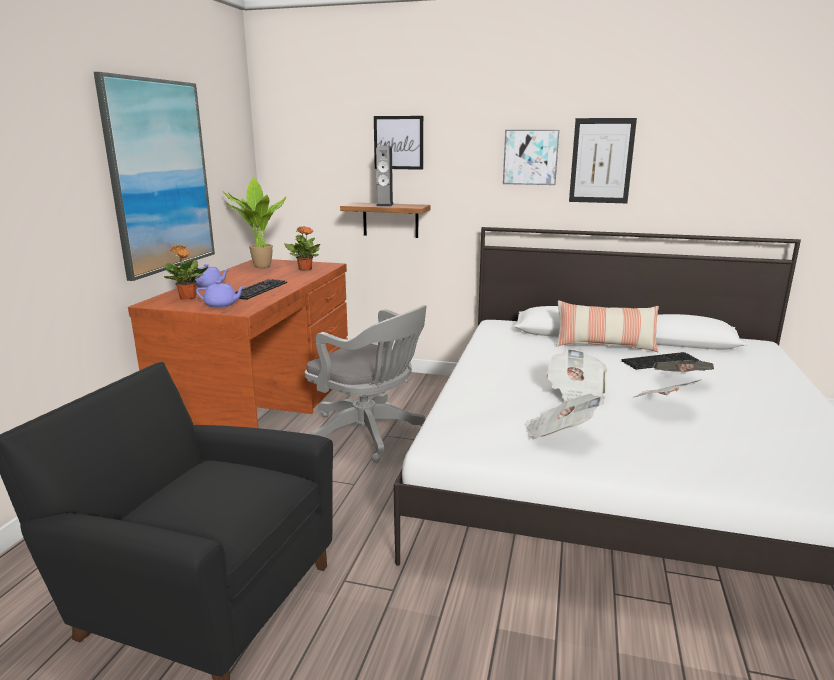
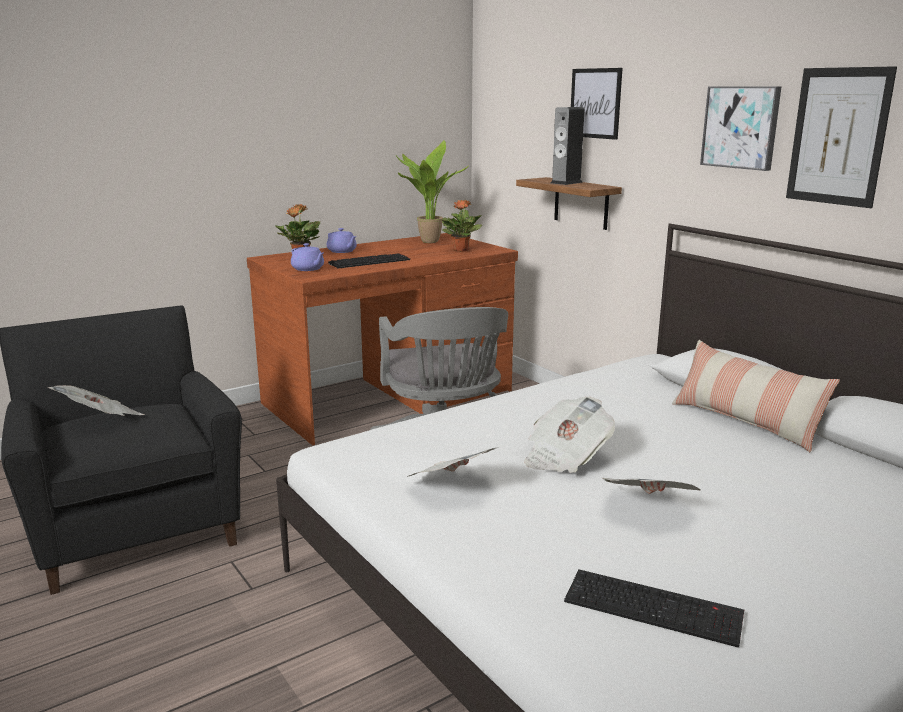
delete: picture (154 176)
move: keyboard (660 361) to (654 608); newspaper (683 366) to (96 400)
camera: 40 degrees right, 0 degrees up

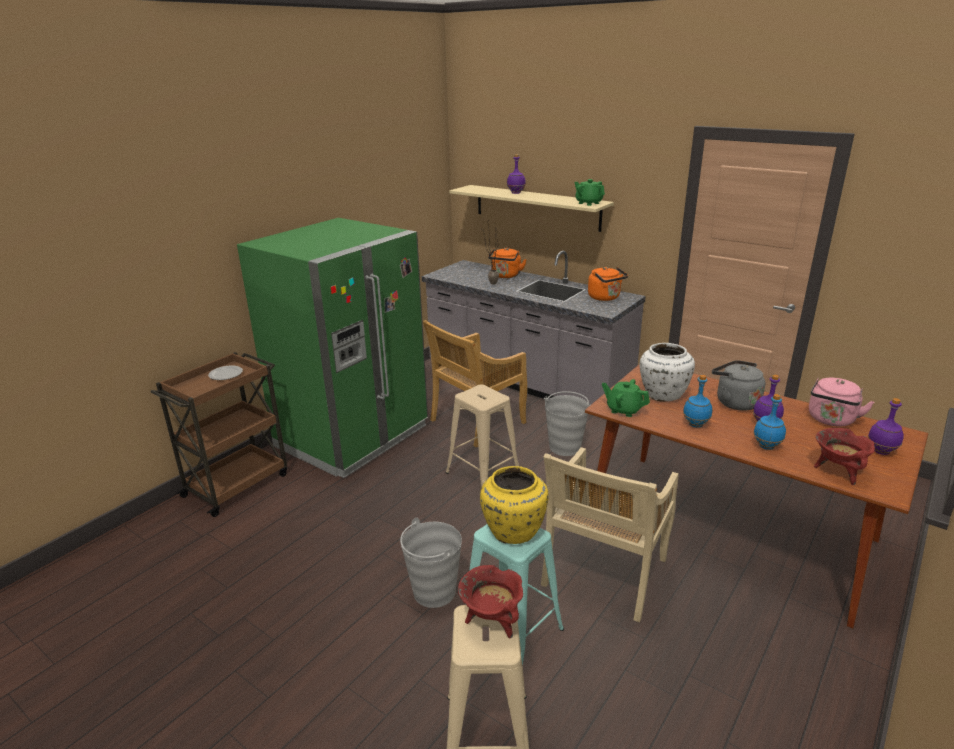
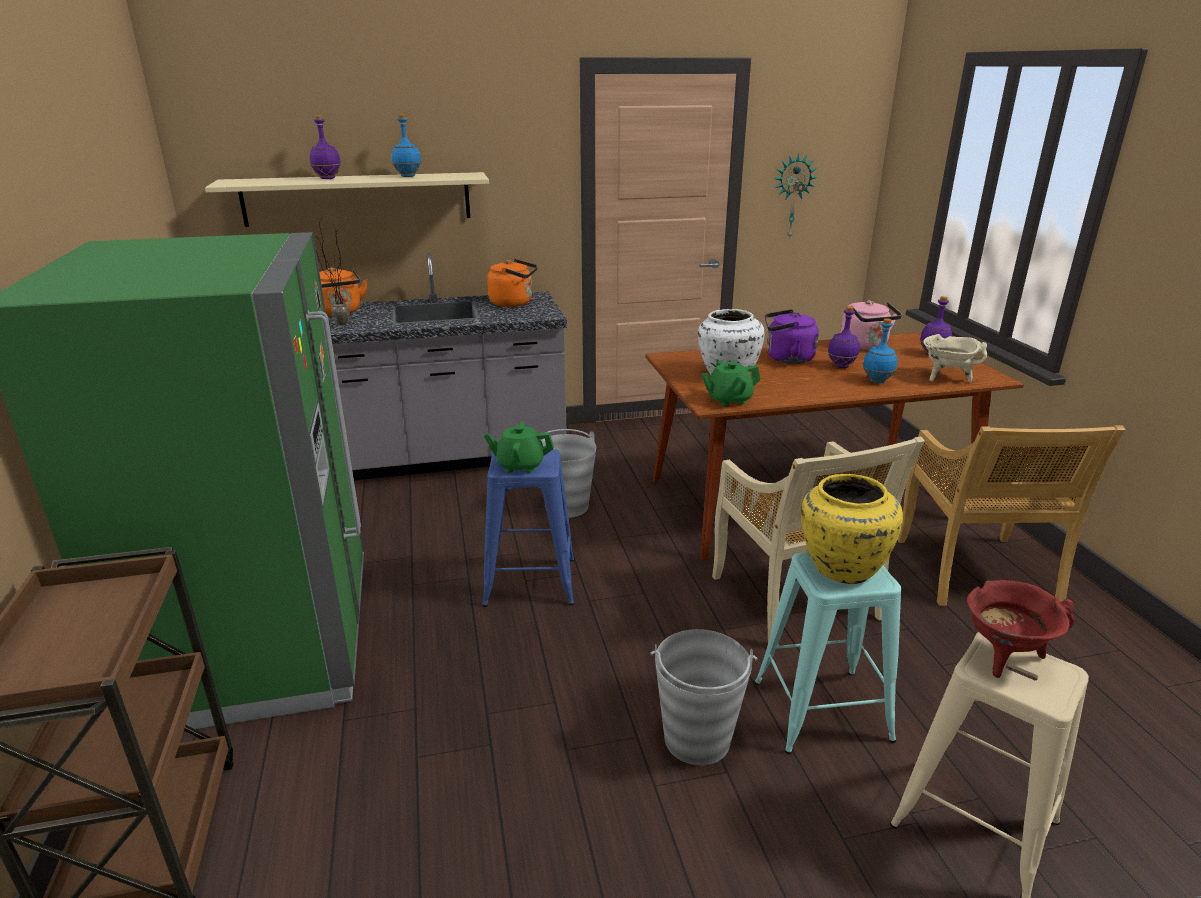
delete: plate (225 372)
insert: wall clock (796 196)
move: green teapot (590 192) to (519 447); beige chair (475 383) to (1011 515); blue bottle (697 401) to (406 145)
recolor: grey kettle (738 385) to purple kettle (792 336); beige stool (482 436) to blue stool (528 528); red cooking pot (844 456) to beige cooking pot (955 358)
camera: 50 degrees left, 0 degrees up

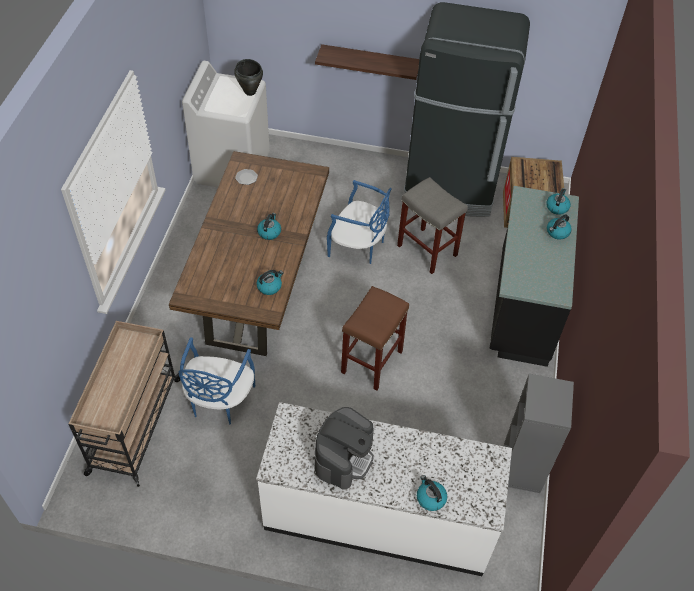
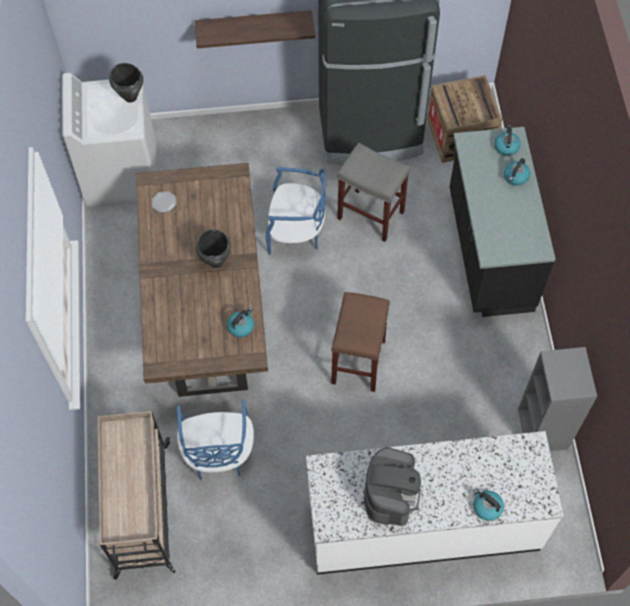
replace: kettle (269 226) to black cooking pot (213 248)
camera: 15 degrees left, 10 degrees up

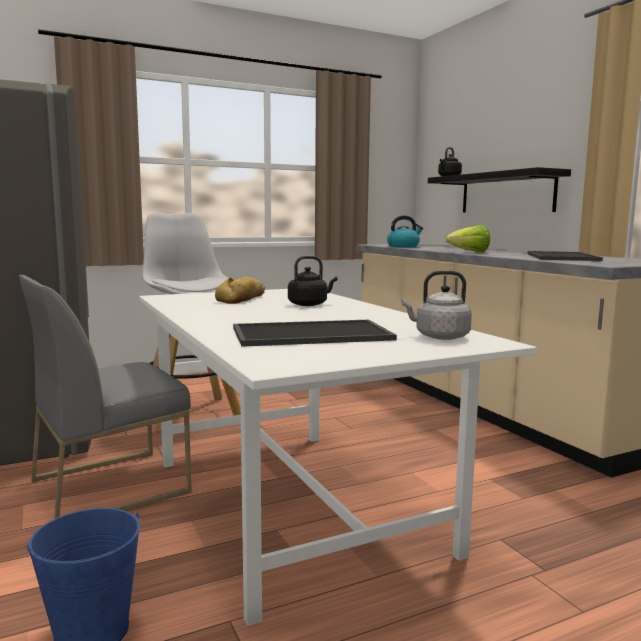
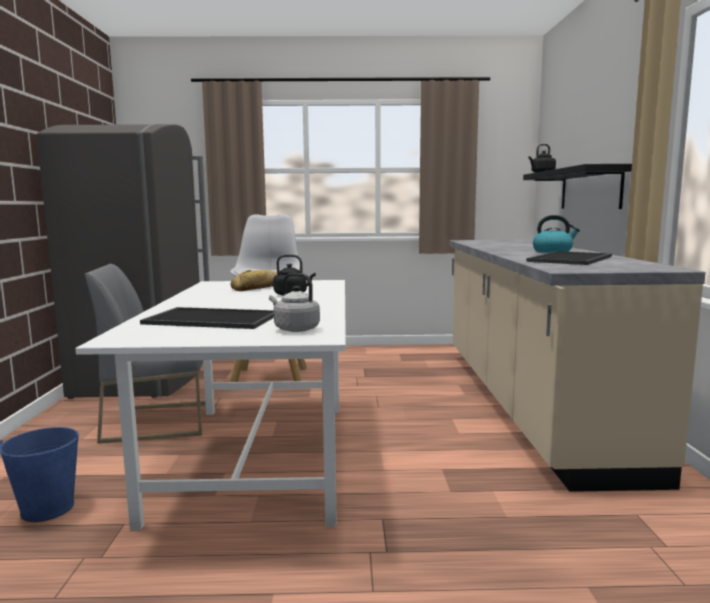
delete: lettuce (467 238)
move: kettle (405 231) to (556 234)
camera: 25 degrees right, 0 degrees up

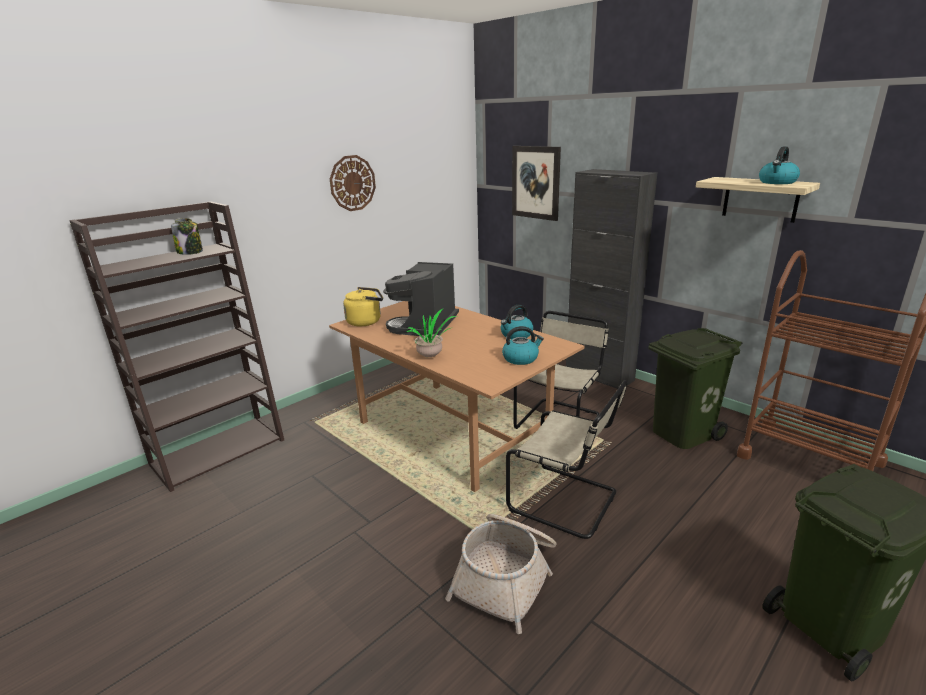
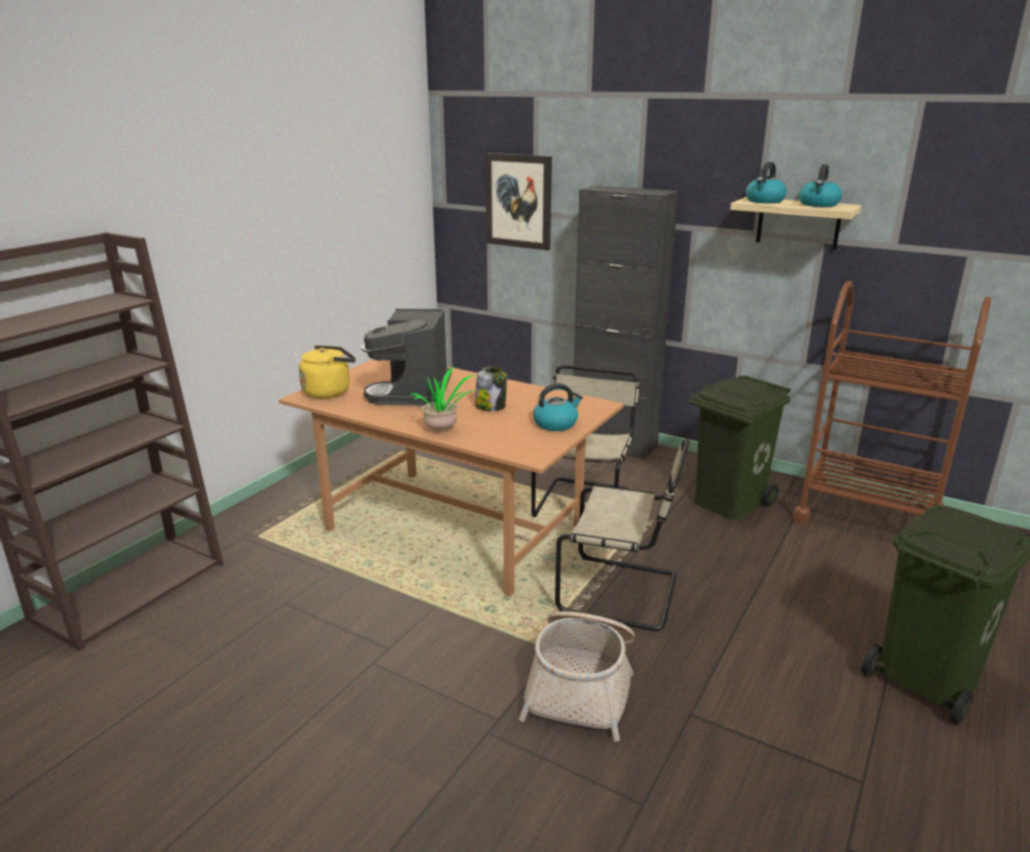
delete: wall clock (353 183)
move: jar (187 236) to (491 389); kettle (517 322) to (766 182)
camera: 15 degrees left, 0 degrees up

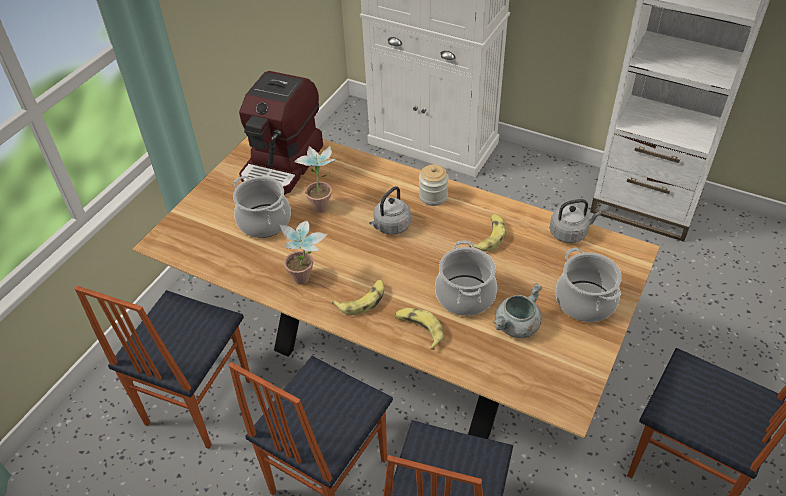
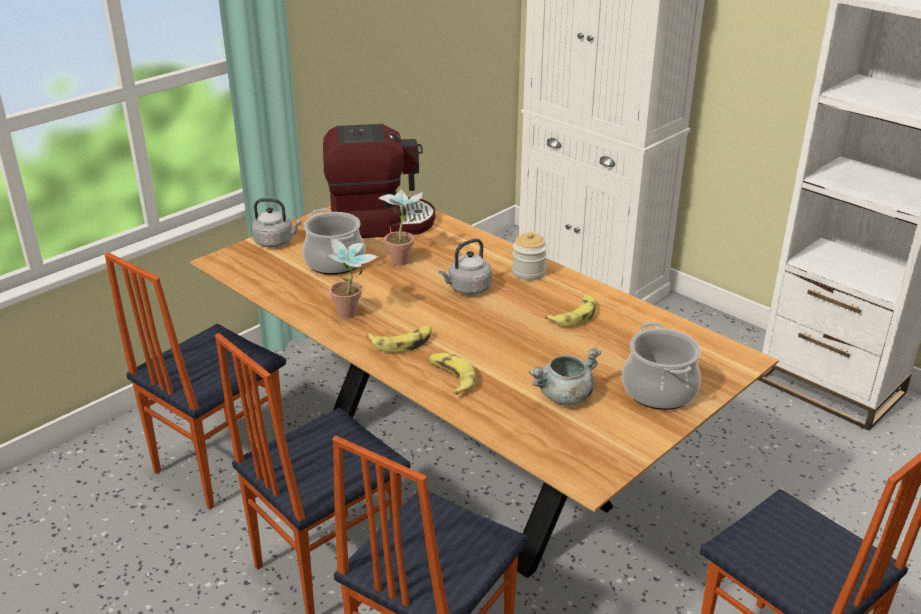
delete: cooking pot (466 278)
move: grey kettle (576 221) to (276 223)
rotate: coffee machine (281 133) = (379 181) 135 degrees counterclockwise
camera: 15 degrees right, 15 degrees down

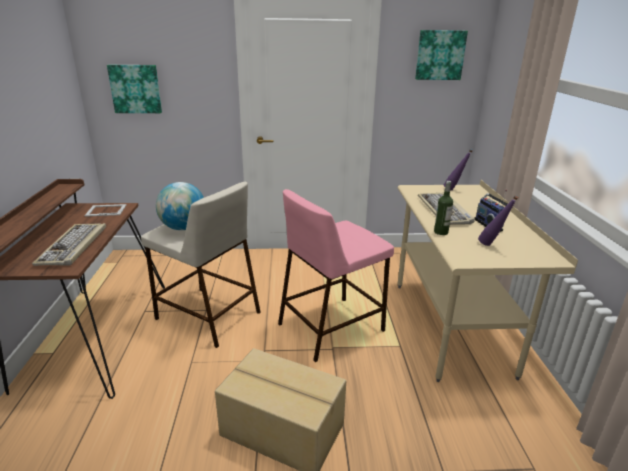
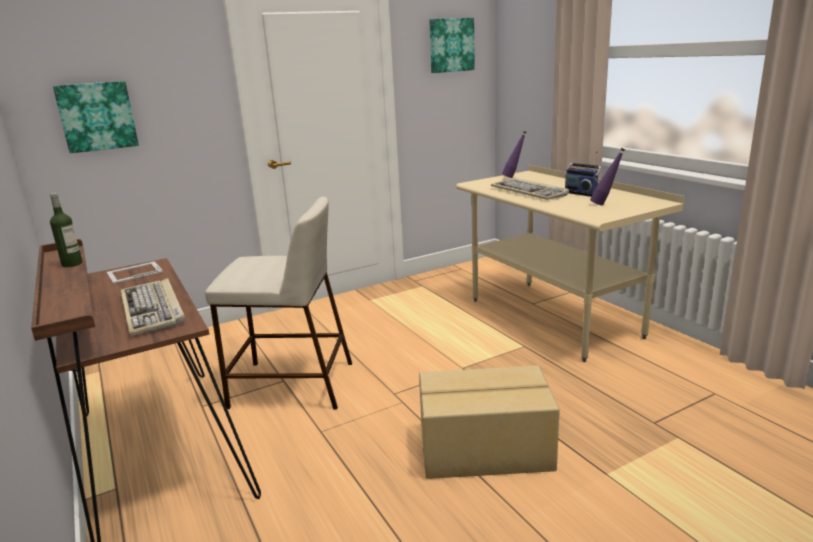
delete: globe (180 206); pink stool (336 275)
move: bottle (443 208) to (66 230)
camera: 25 degrees left, 5 degrees down

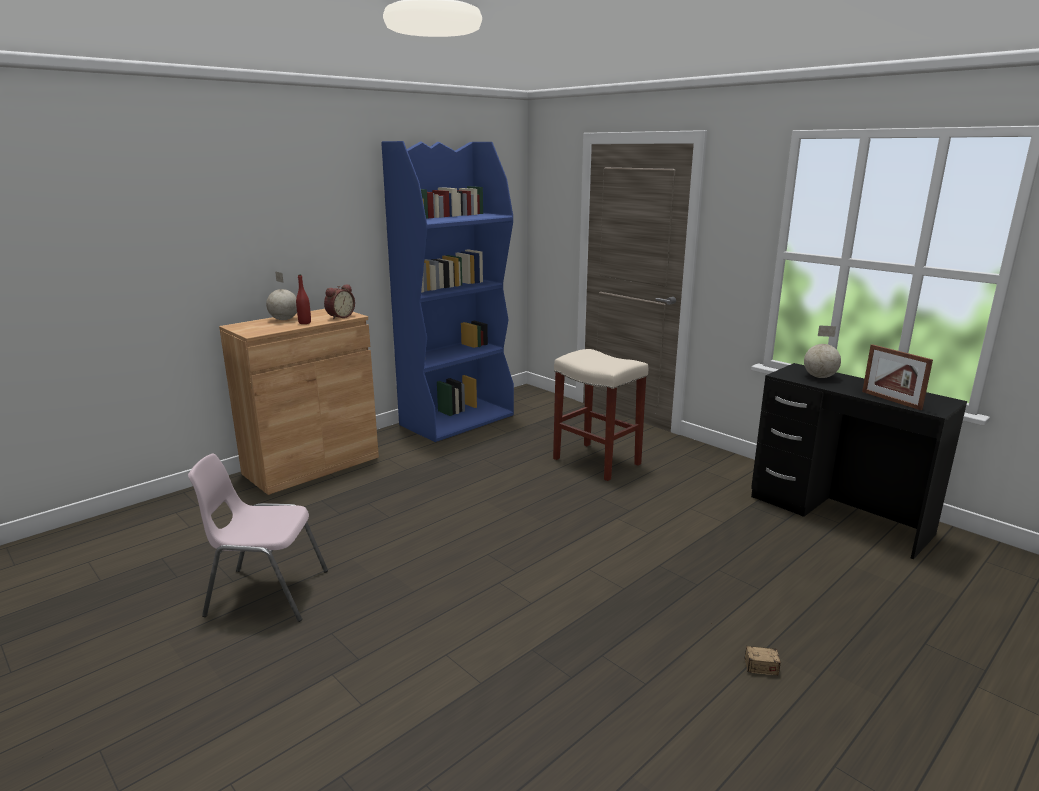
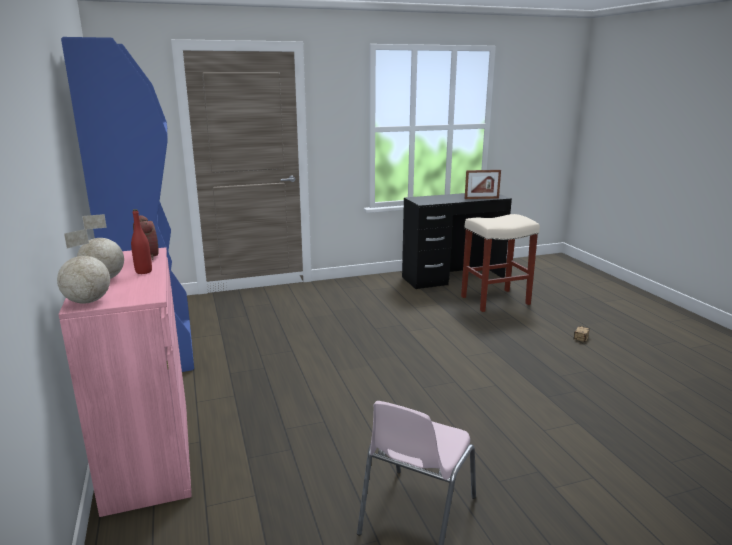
move: globe (822 351) to (83 266); beige stool (600 415) to (500 263)
recolor: brown cabinet (299 402) to pink cabinet (125 382)
camera: 65 degrees left, 0 degrees up

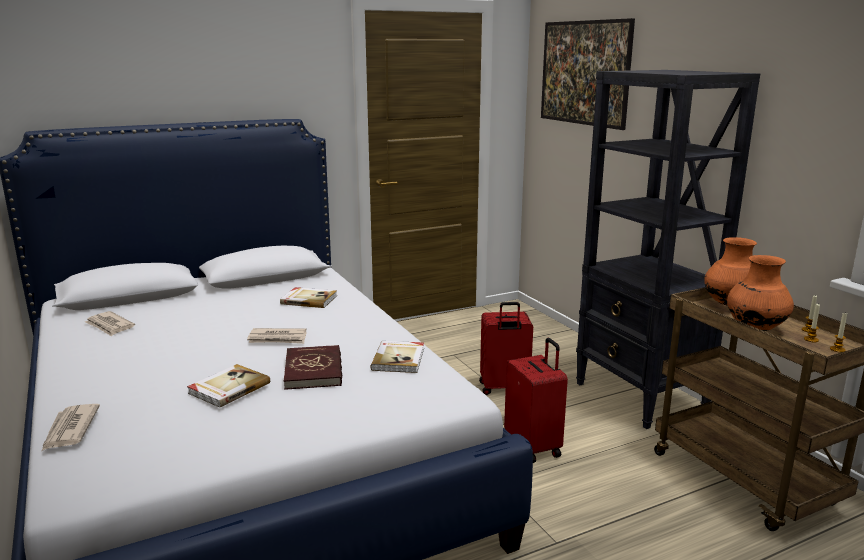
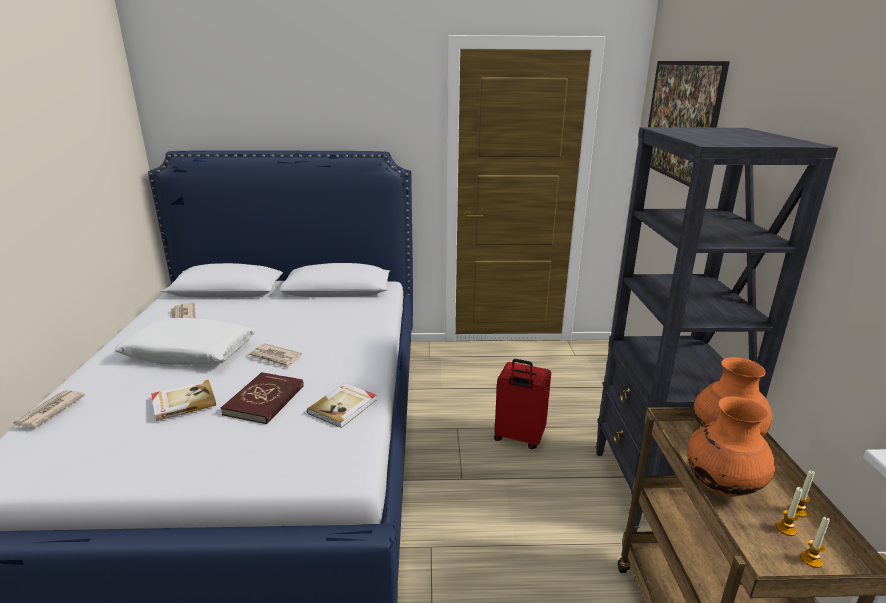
delete: book (308 297); red suitcase (536 400)
insert: white pillow (185 341)
camera: 25 degrees right, 5 degrees up

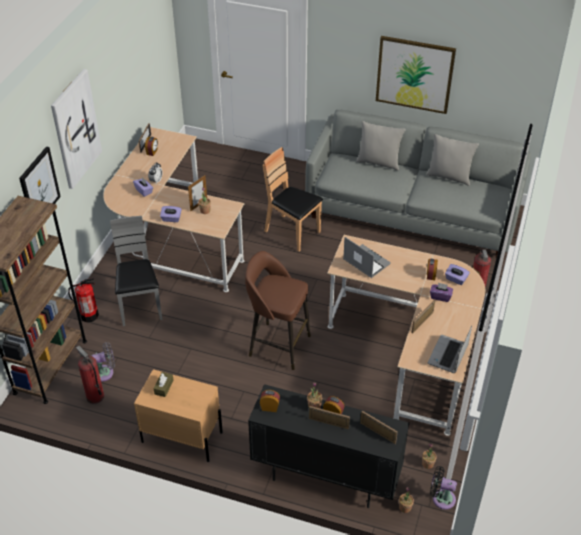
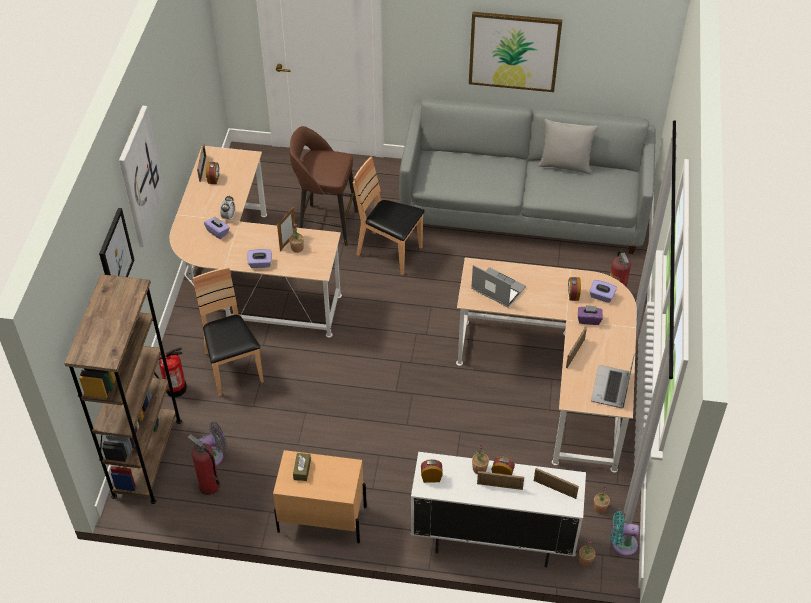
delete: grey pillow (381 146)
move: brown stool (278 310) to (324 186)
recolor: grey chair (136 271) to brown chair (228 331); black cabinet (329 446) to white cabinet (498 510); black fan (443 488) to turquoise fan (625 533)
camera: 10 degrees left, 5 degrees up

